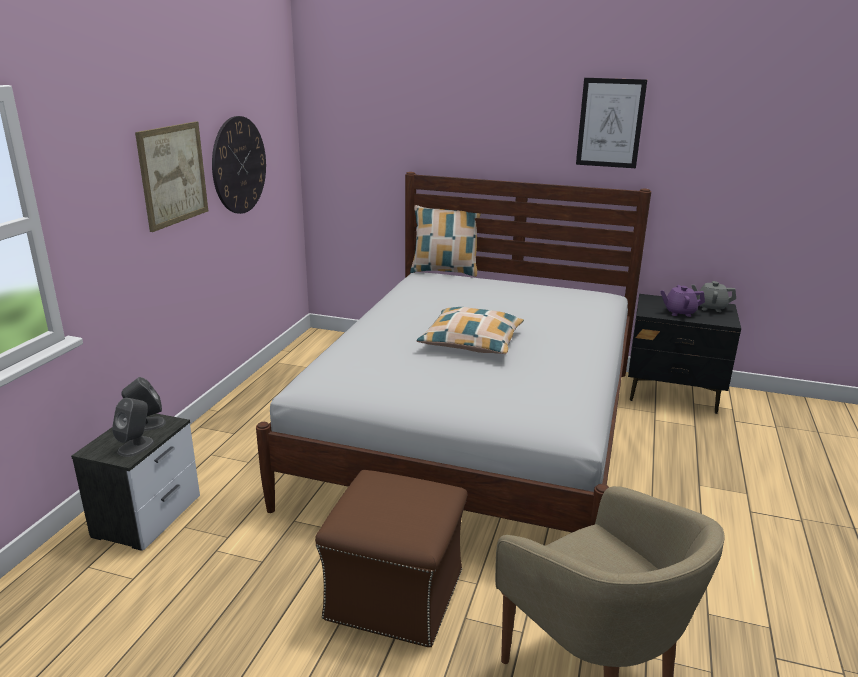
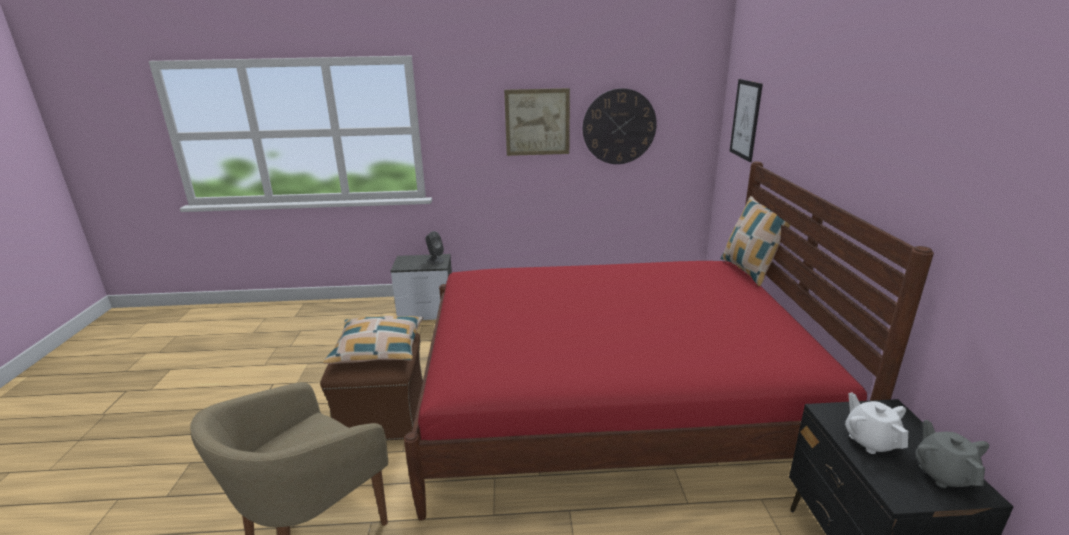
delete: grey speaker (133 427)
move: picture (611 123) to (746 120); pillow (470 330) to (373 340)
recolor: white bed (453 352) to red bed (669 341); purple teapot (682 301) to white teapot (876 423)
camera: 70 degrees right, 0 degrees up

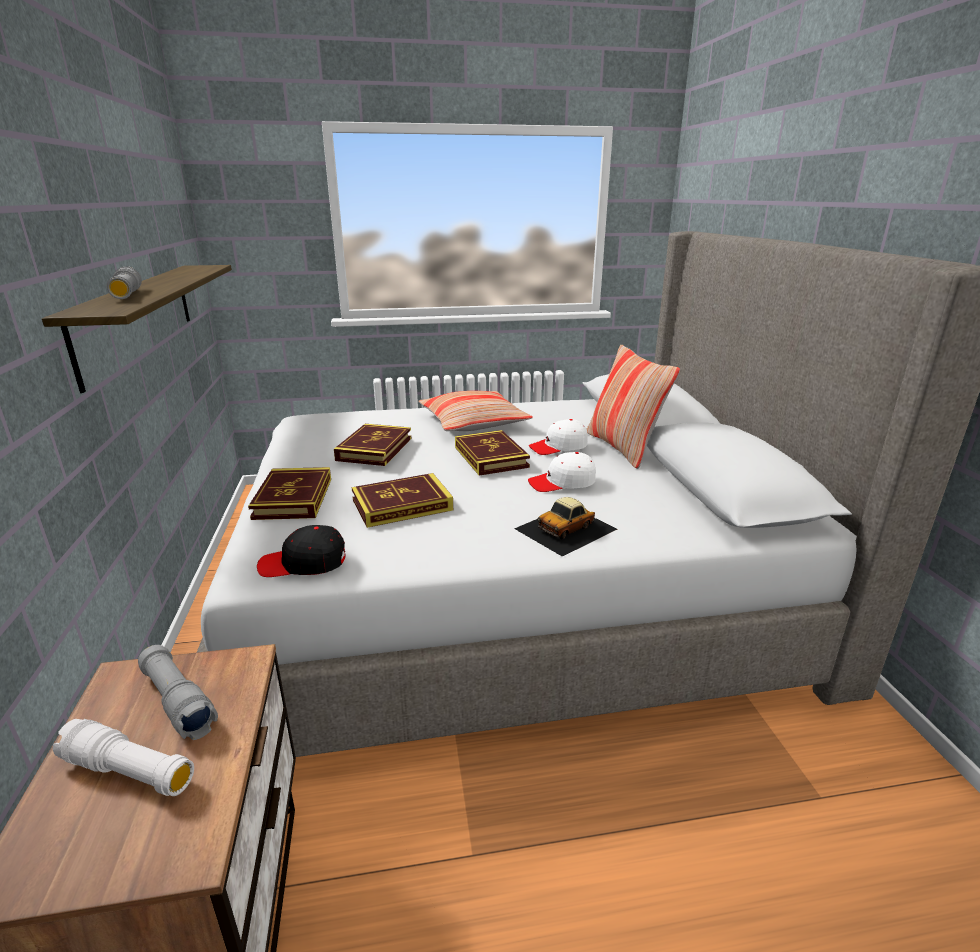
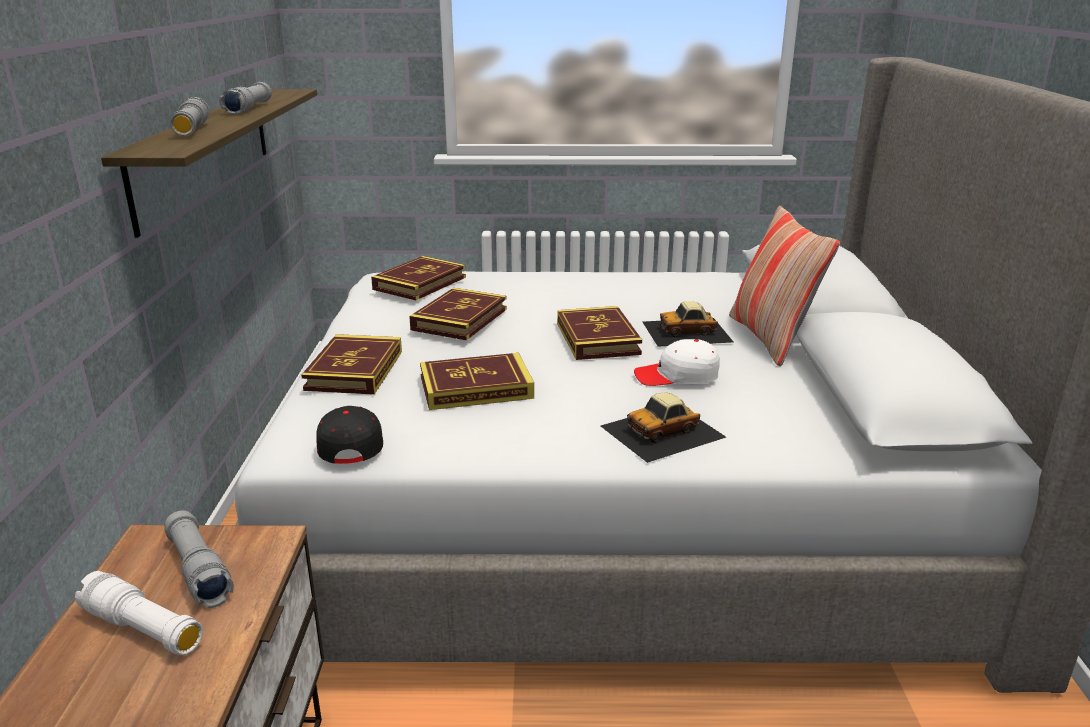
delete: pillow (475 411)
insert: grey flashlight (245 98); book (418 278)
replace: white cap (558 437) to toy car (688 324)
rotate: black cap (301 551) = (349 435) 75 degrees clockwise
camera: 10 degrees right, 0 degrees up

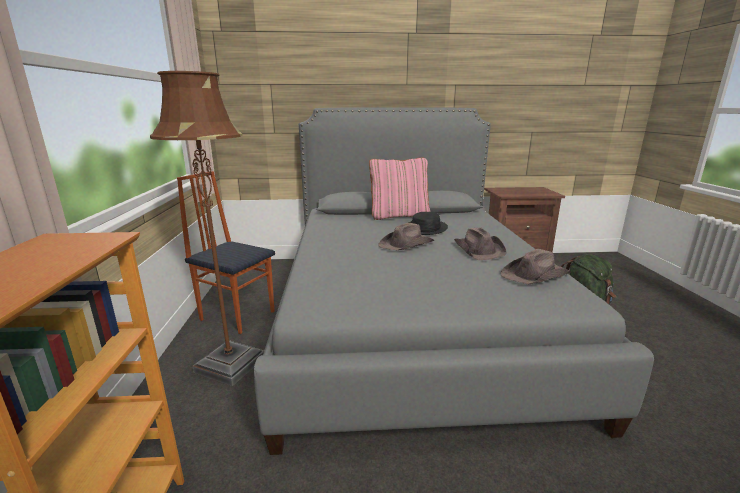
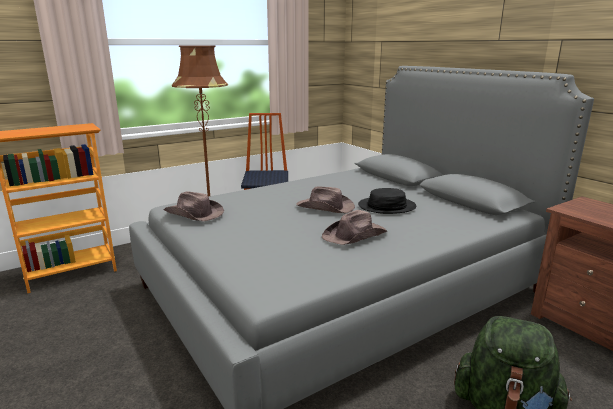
delete: pink pillow (399 189)
move: brown hat (535 266) to (193 207)
camera: 60 degrees right, 0 degrees up

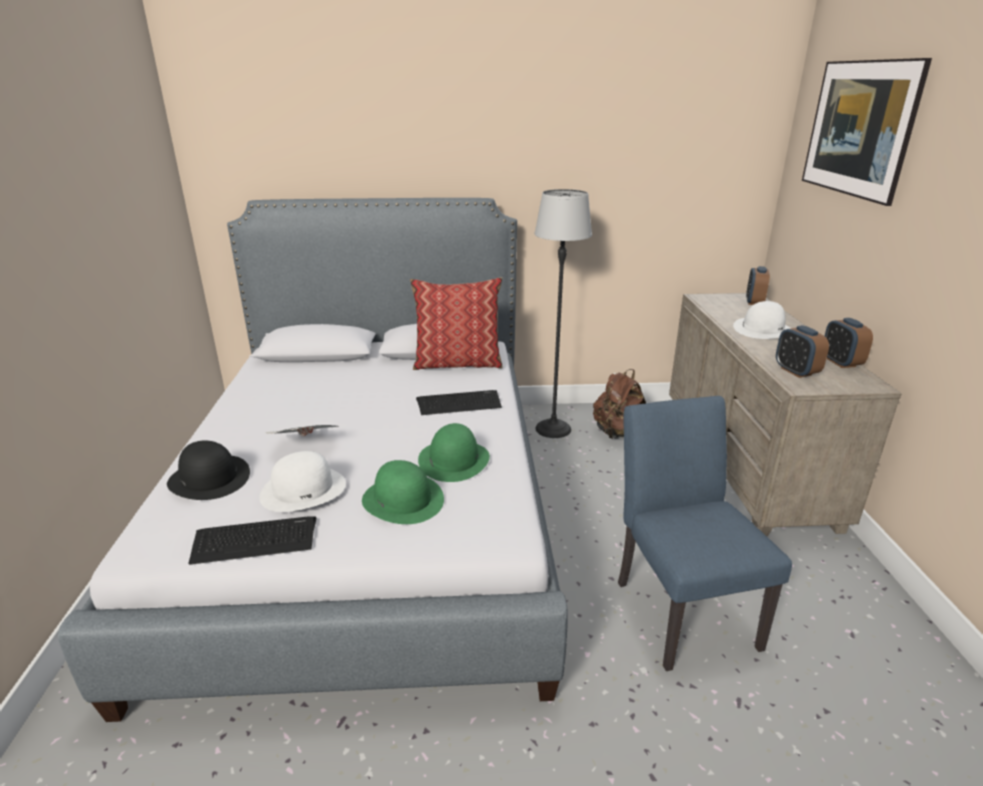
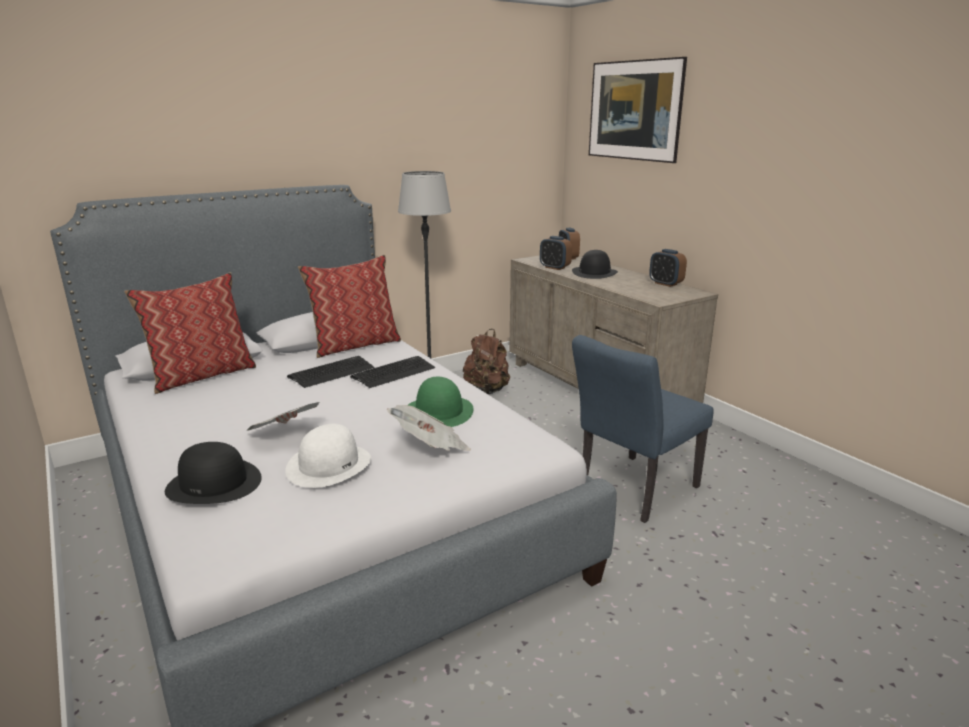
insert: pillow (190 333)
move: alarm clock (802 351) to (556 253); keyboard (252 540) to (330 372)
replace: green hat (403 492) to newspaper (429 428)
recolor: white hat (762 320) to black hat (595 264)
rotate: blue chair (705 533) = (642 429) 90 degrees counterclockwise
camera: 30 degrees left, 5 degrees down

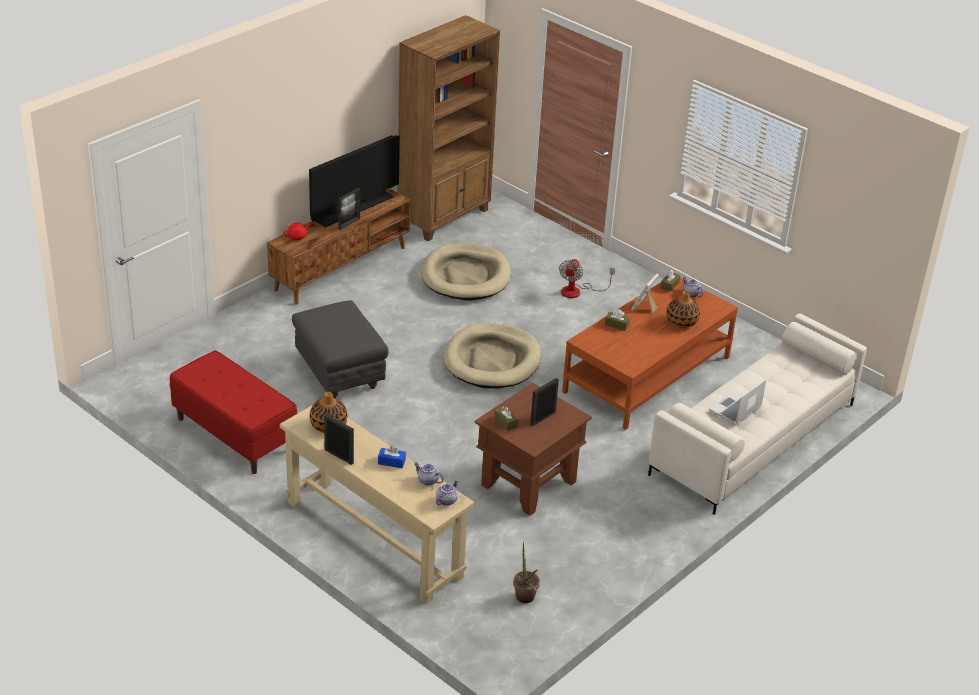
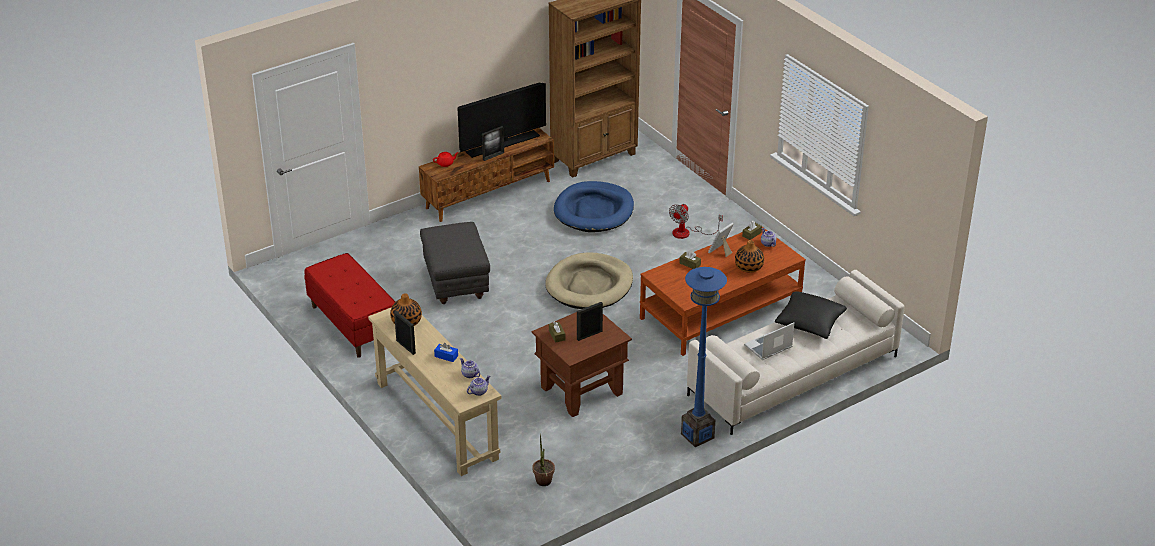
insert: blue floor lamp (704 357); black pillow (811 315)
recolor: beige dog bed (466 272) to blue dog bed (594 206)
camera: 15 degrees right, 0 degrees up

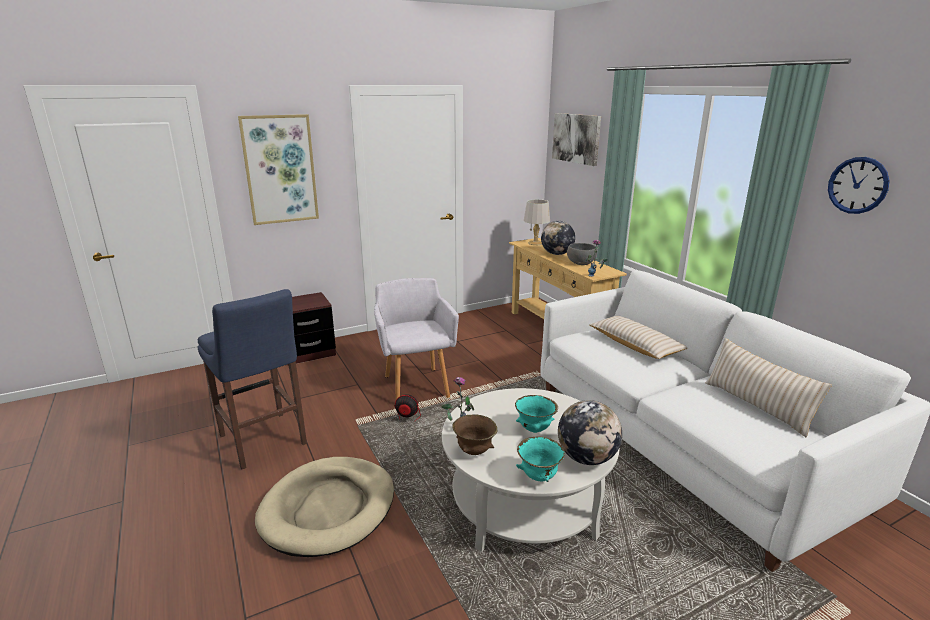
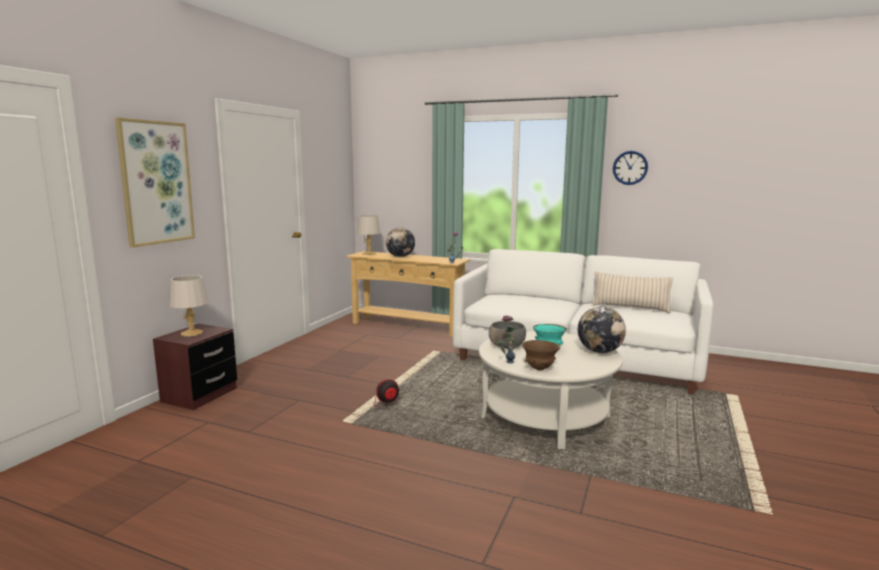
delete: picture (576 139); grey armchair (416 338); blue stool (252 379); beige pillow (638 337); turquoise bowl (540 459); beige dog bed (324 507)
insert: grey table lamp (188 305)
move: grey bowl (582 254) to (507 335)
camera: 40 degrees left, 10 degrees down

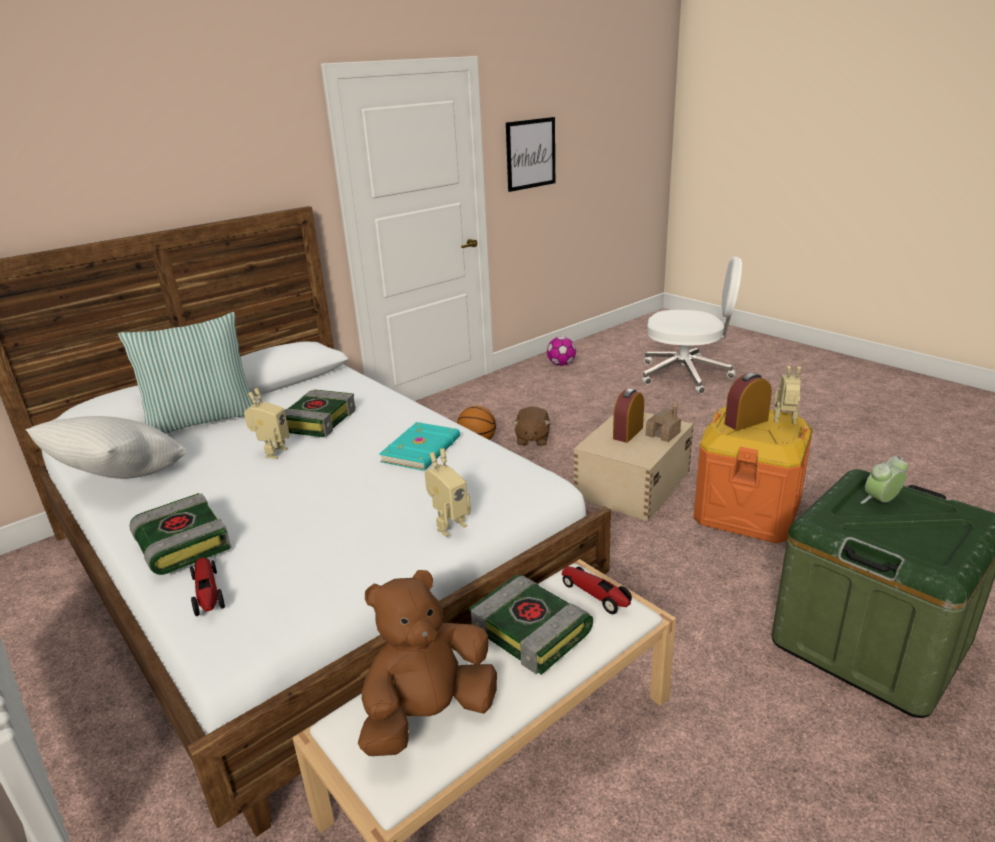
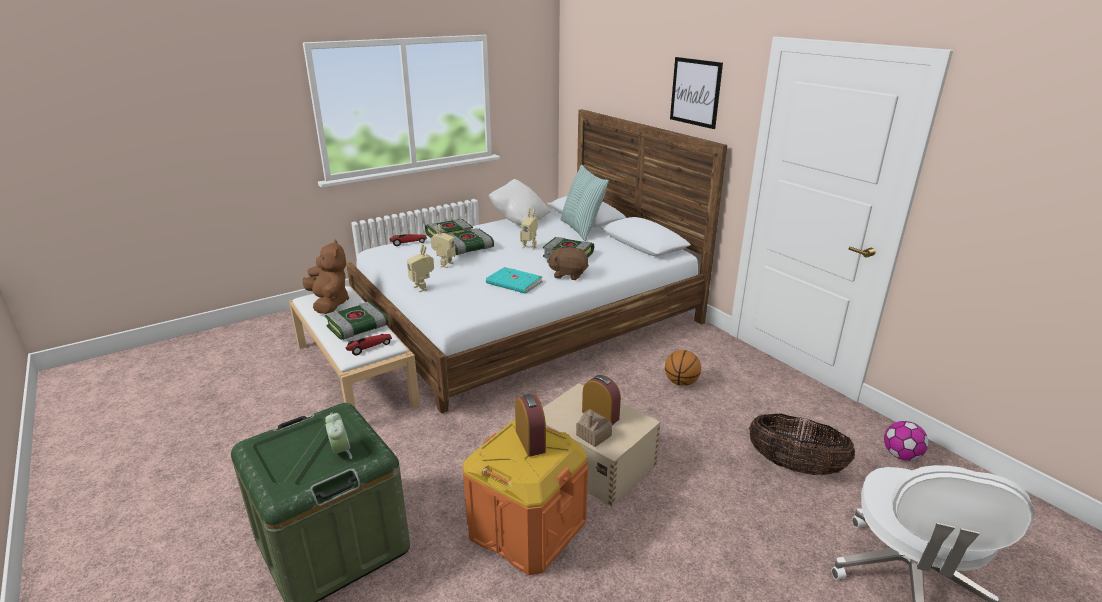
insert: book (471 241); basket (802 444)
move: picture (530 154) to (696 93); toy robot (787 395) to (443 246); brown plush toy (531 426) to (568 263)
camera: 95 degrees right, 0 degrees up

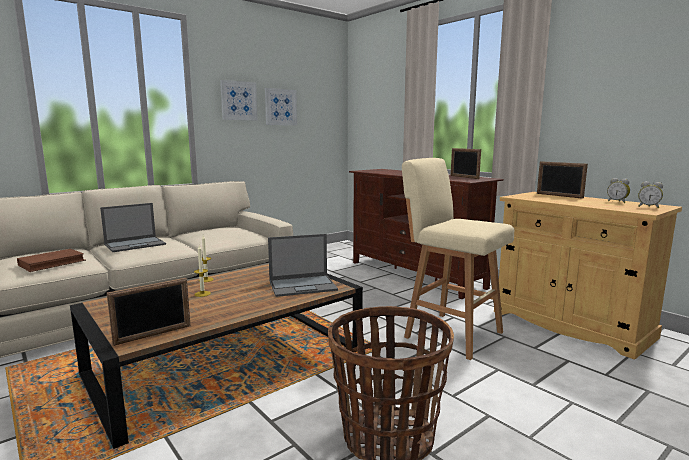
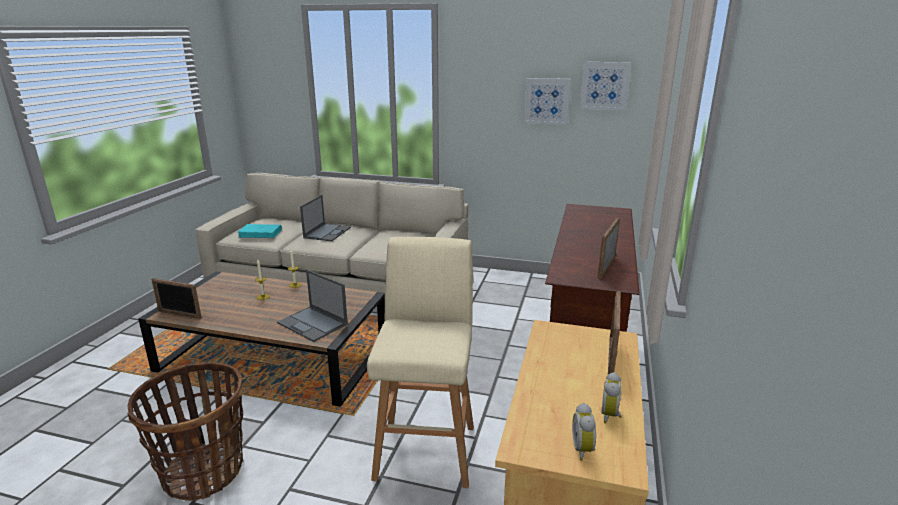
move: picture (239 100) to (605 86)
recolor: brown book (51 260) to turquoise book (260 231)
rotate: laptop (133 227) = (325 218) 90 degrees counterclockwise
camera: 55 degrees right, 10 degrees up

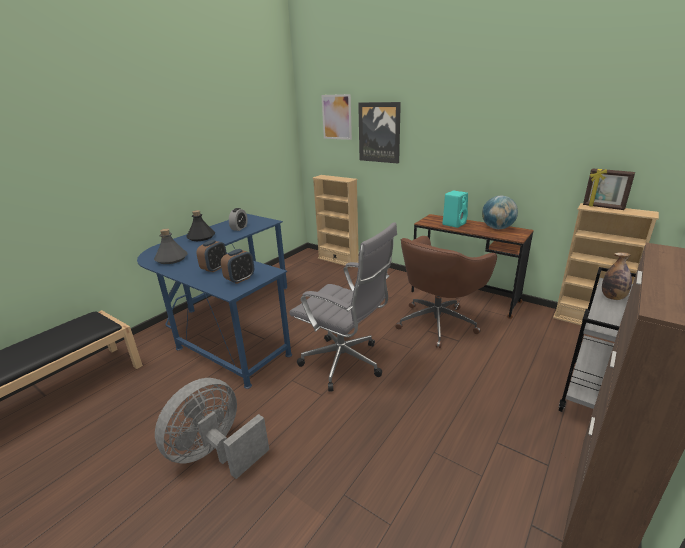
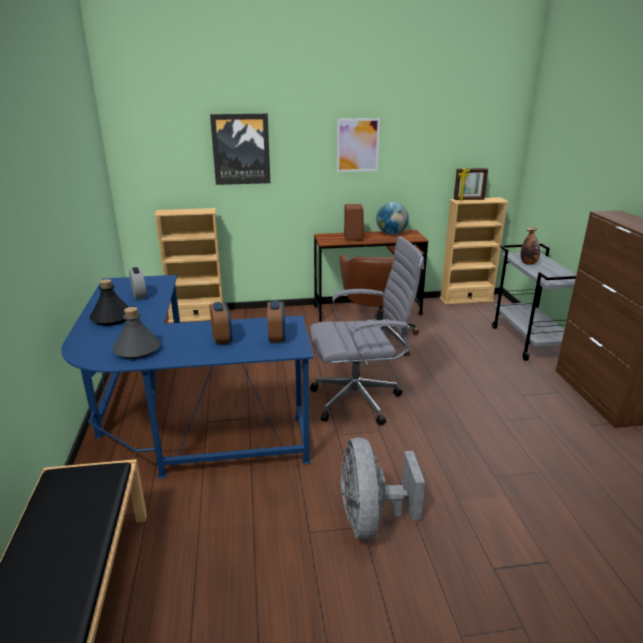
move: picture (336 117) to (358 145)
recolor: turquoise speaker (455 209) to brown speaker (354 222)
camera: 45 degrees left, 0 degrees up

